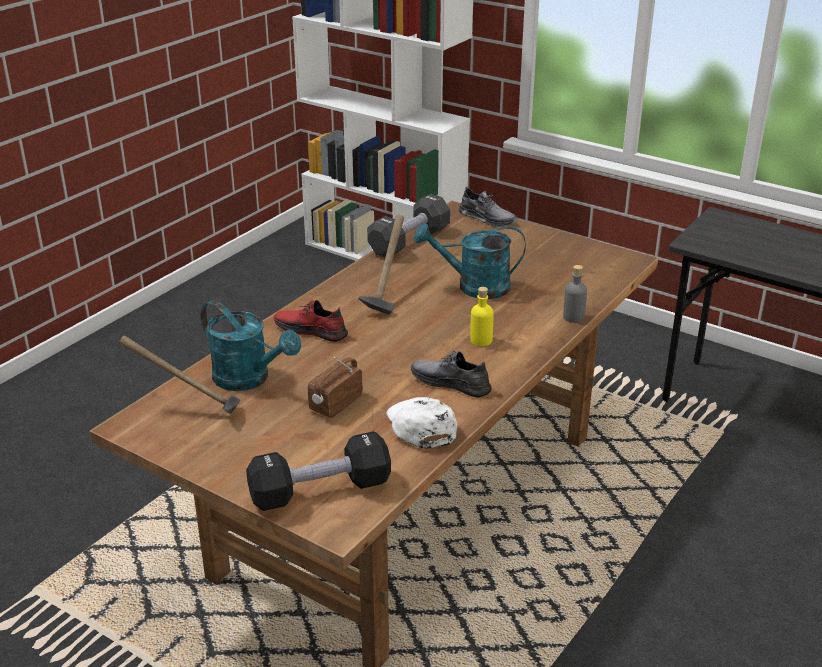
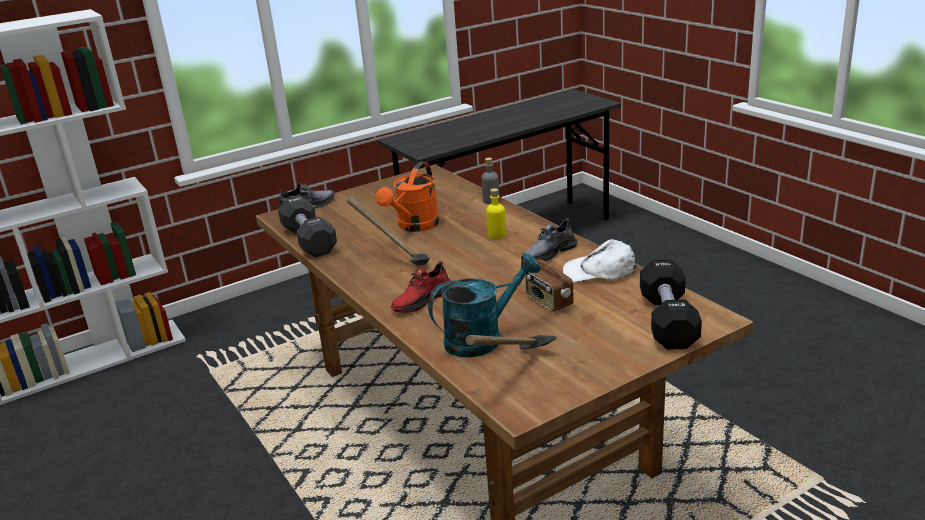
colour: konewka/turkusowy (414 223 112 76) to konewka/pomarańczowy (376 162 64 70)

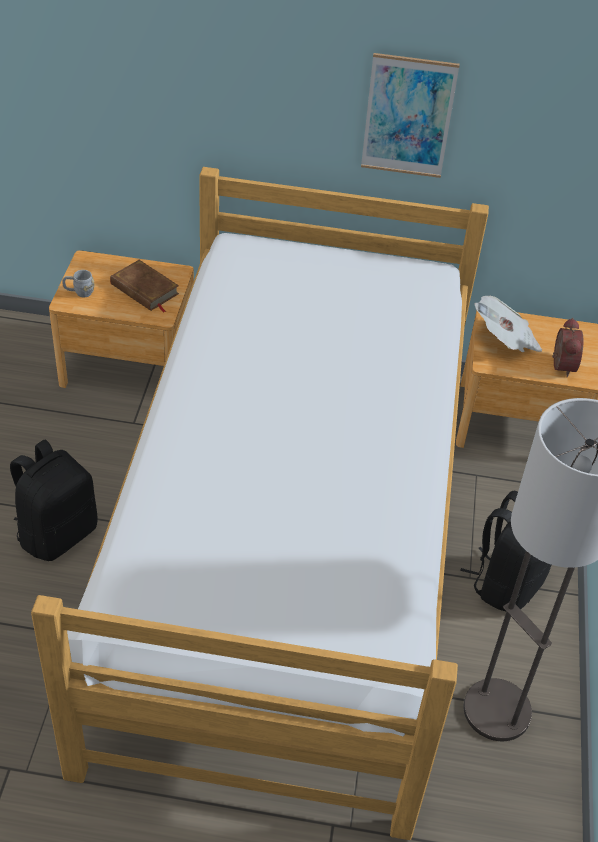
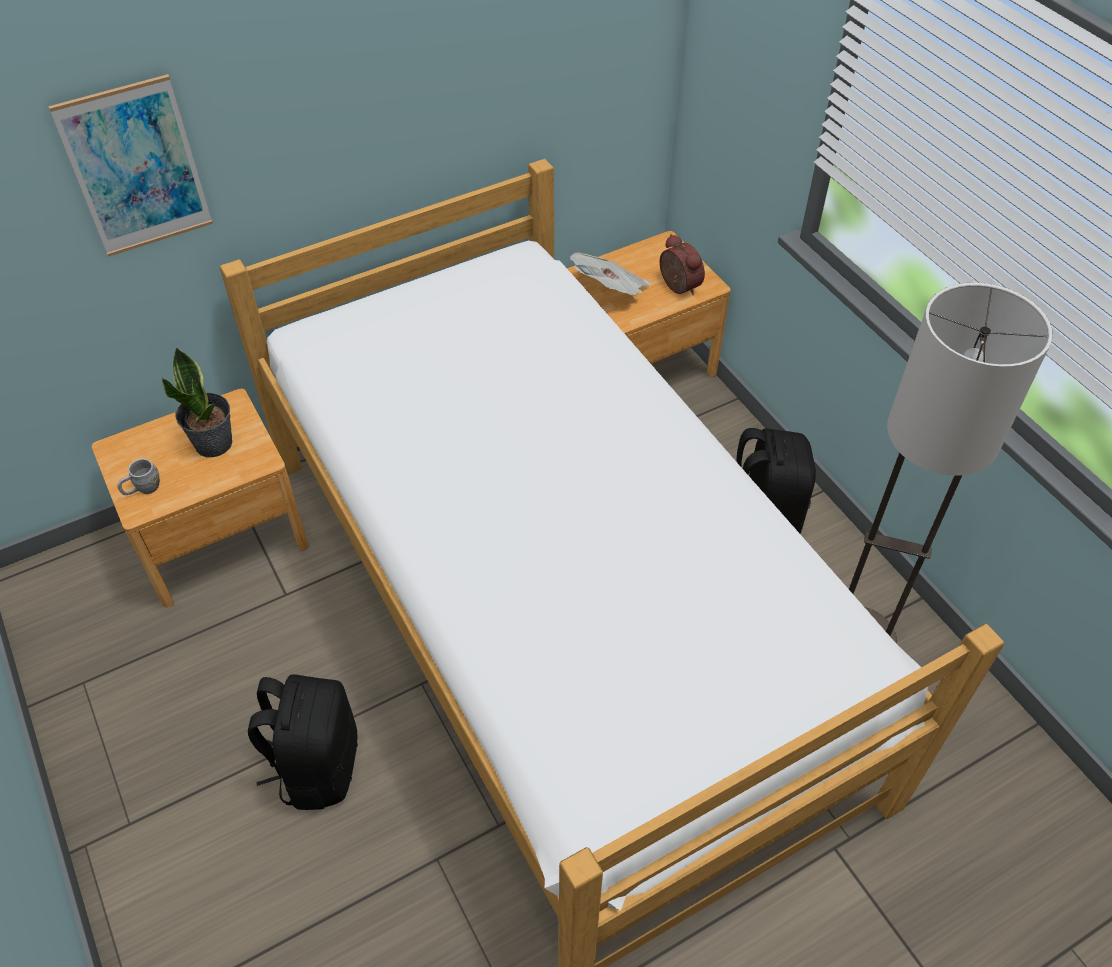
relocated: obraz (361 53 99 125) to (48 74 165 183)
exchanged: książka/brązowy (110 260 69 52) to roślina doniczkowa (162 347 70 111)

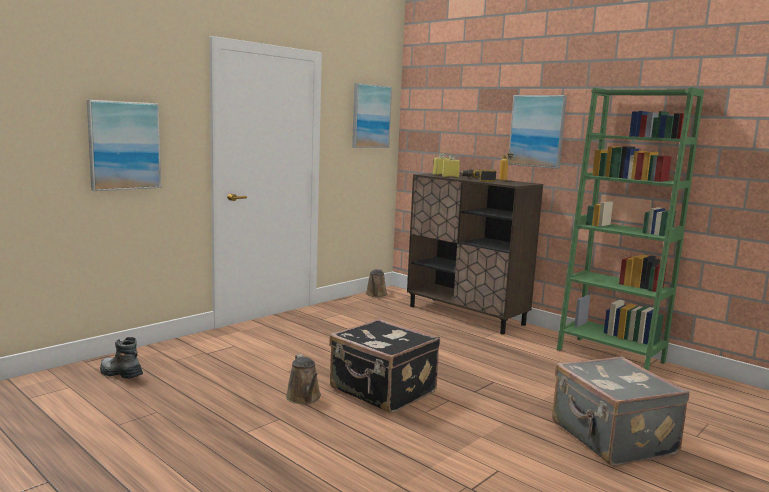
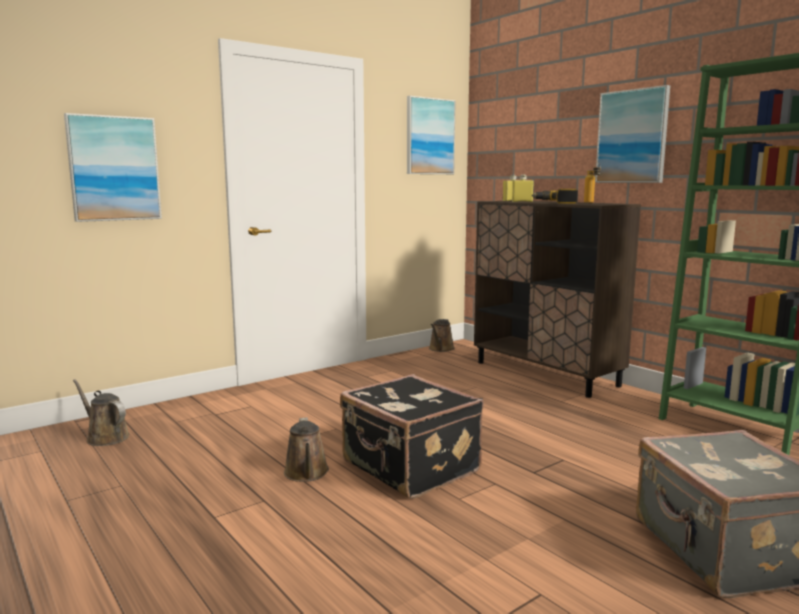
exchanged: but z cholewką (100 337 43 42) to konewka/brązowy (73 379 56 67)

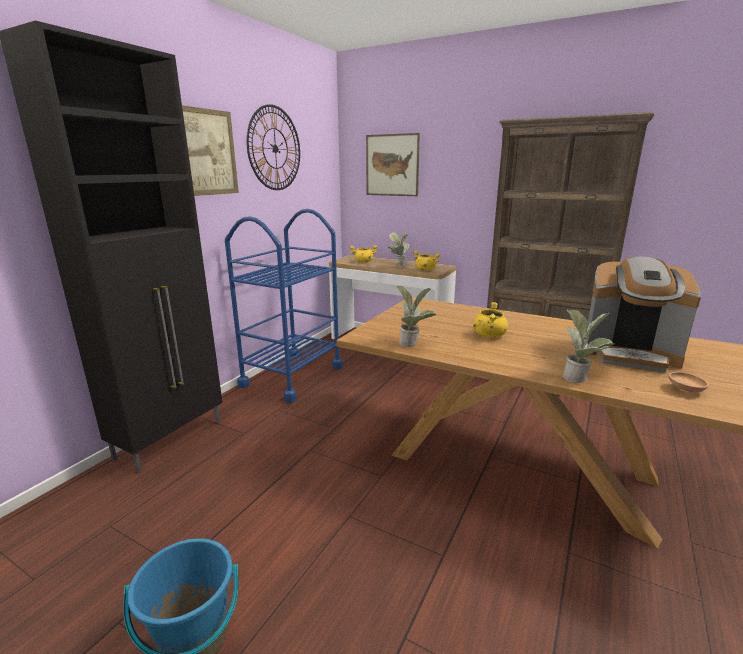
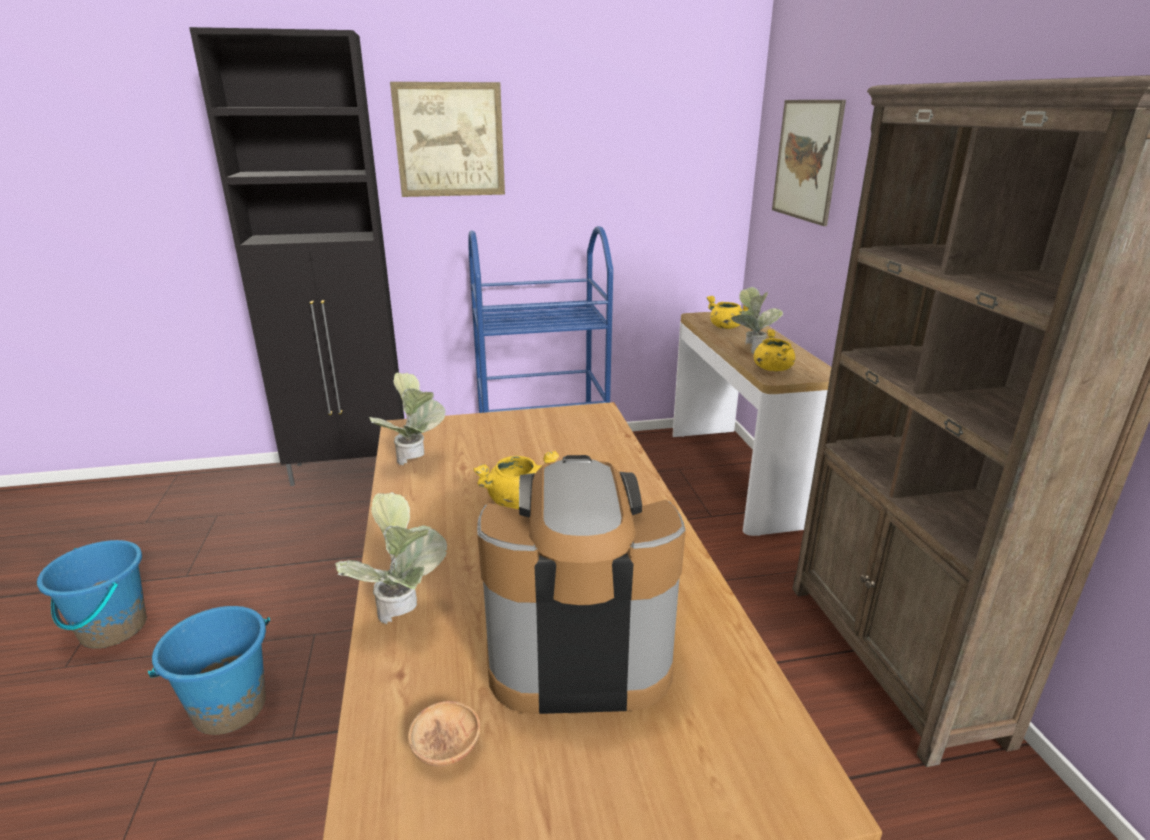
missing: zegar ścienny (246 104 54 86)
appeared: wiadro/niebieski (148 606 122 129)
spun: ekspres do kawy (587 257 114 115) = (477 455 209 259) 105 degrees clockwise

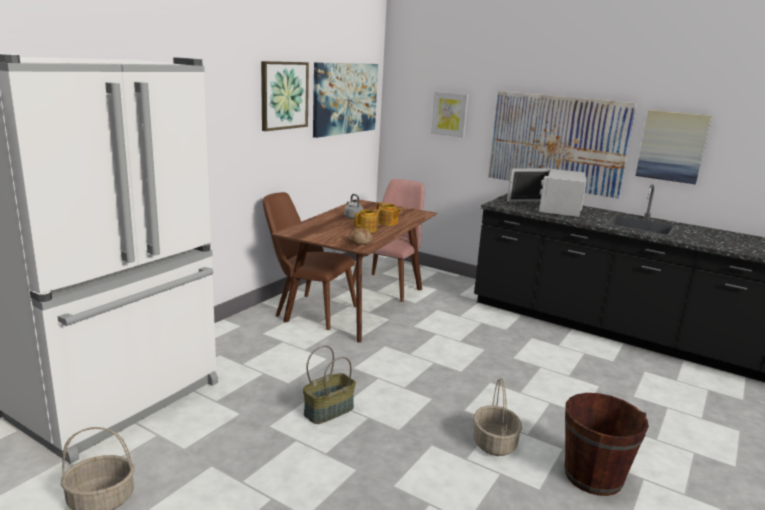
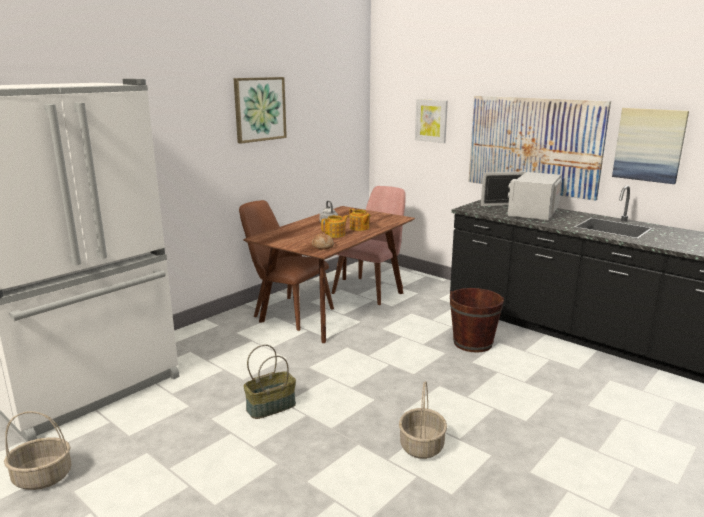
missing: obraz (313 62 65 76)
relocated: wiadro/brązowy (565 393 84 103) to (450 288 54 65)

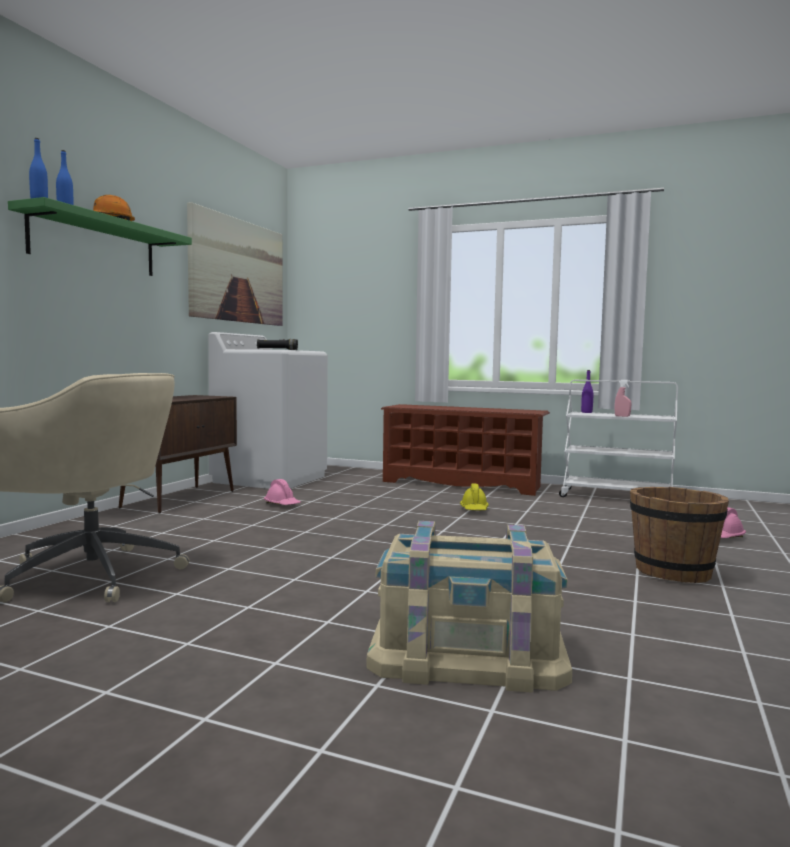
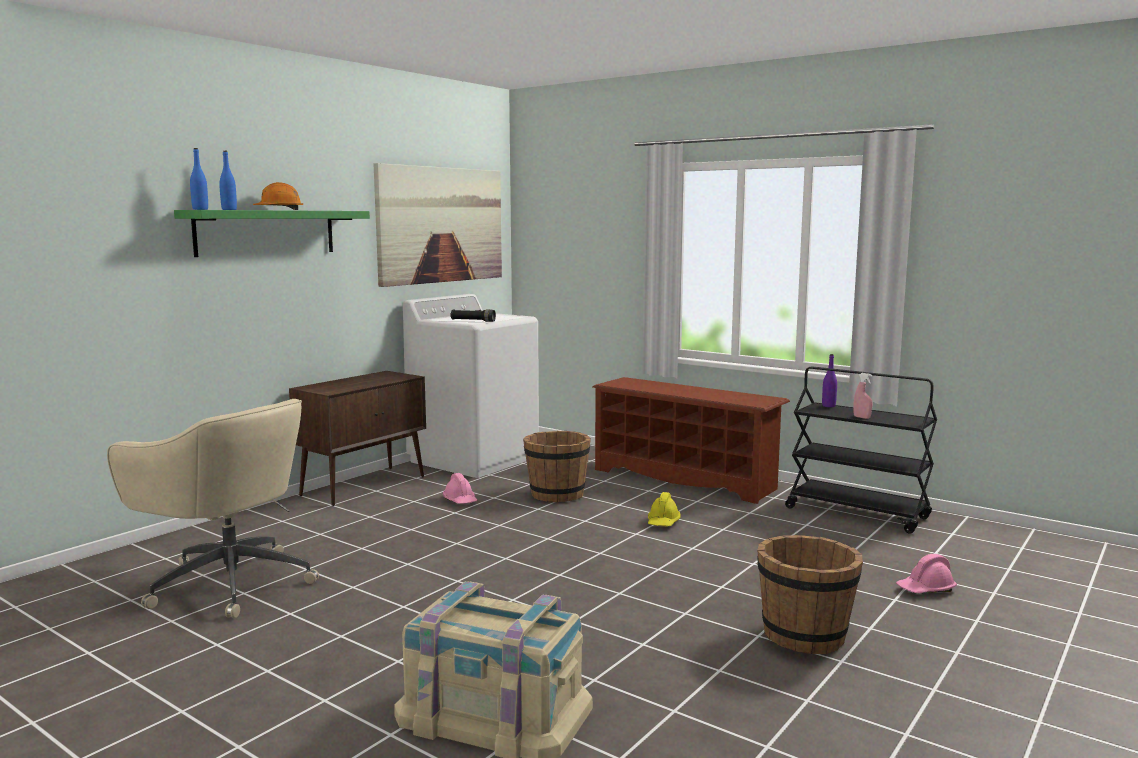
appeared: wiadro/brązowy (523 431 68 71)
colour: wózek/biały (559 380 119 117) to wózek/czarny (785 366 152 168)

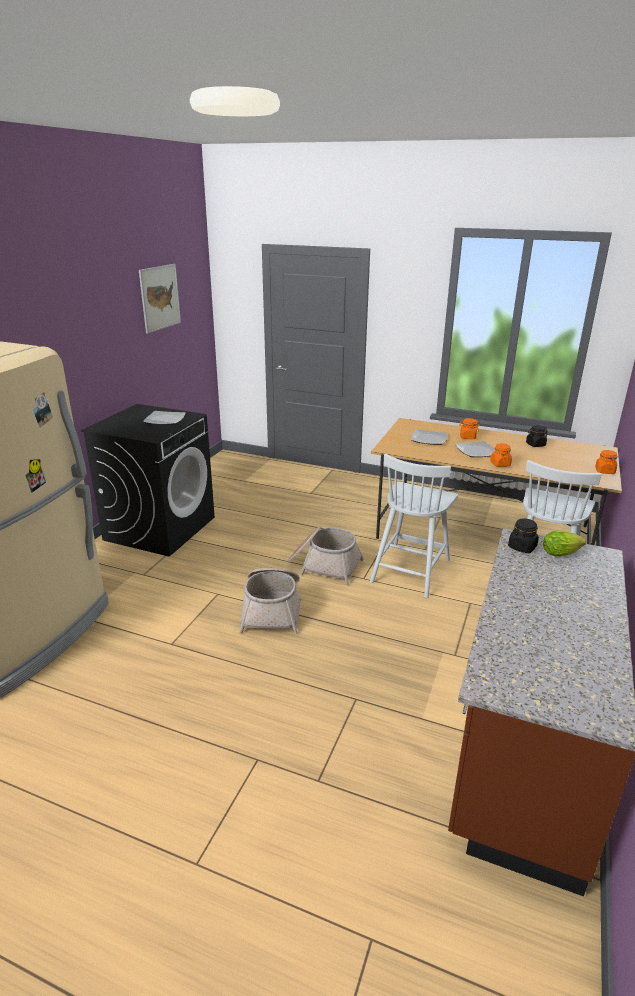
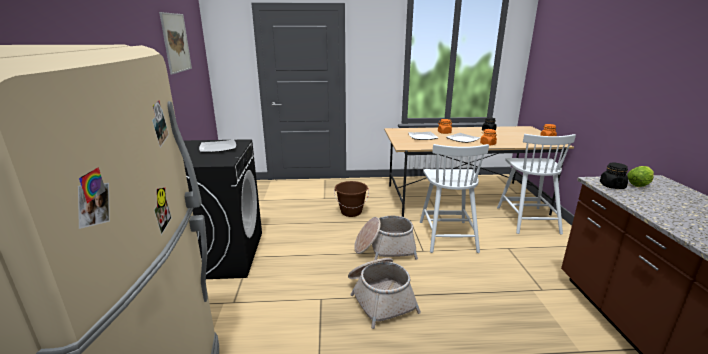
appeared: wiadro/brązowy (334 181 35 36)

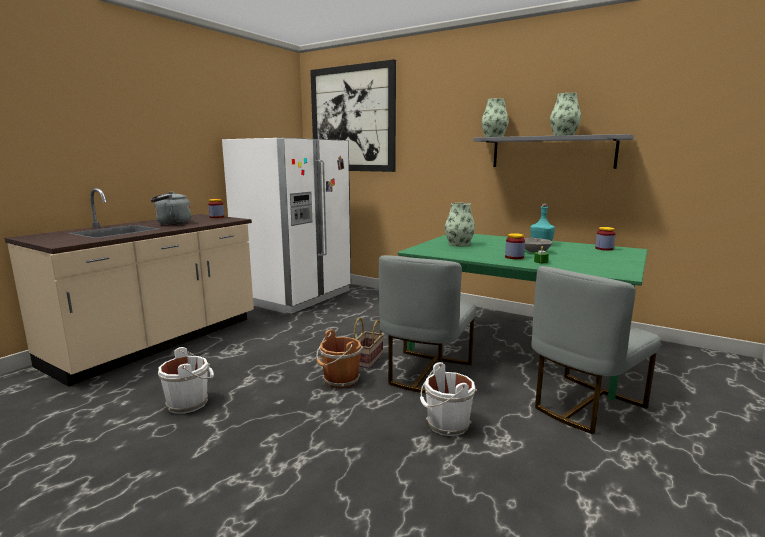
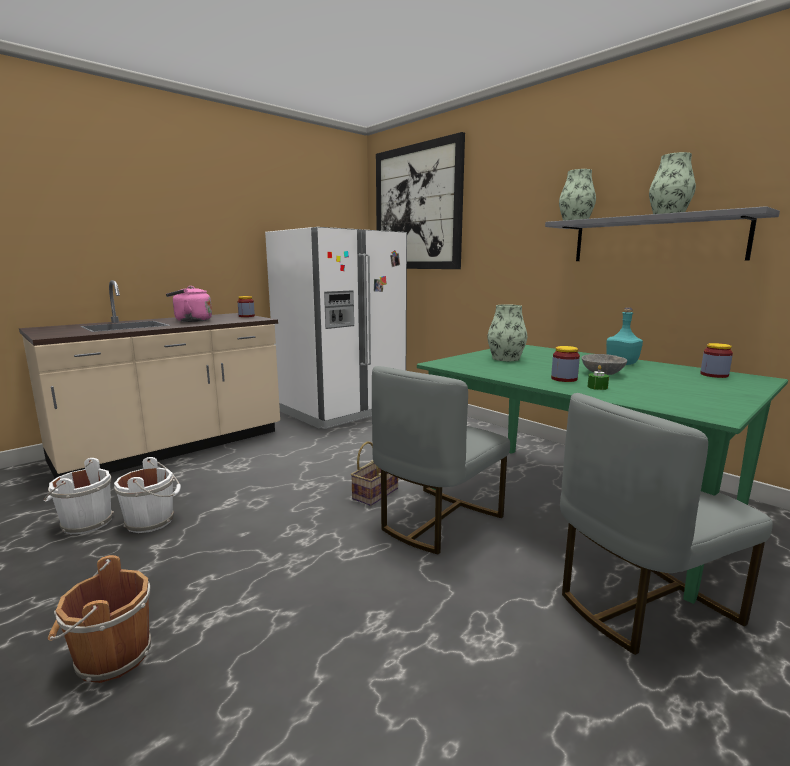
relocated: wiadro/biały (420 362 57 74) to (44 458 70 76); wiadro/brązowy (316 329 47 59) to (48 555 103 128)
colour: czajnik/szary (151 191 40 34) to czajnik/różowy (166 286 46 36)

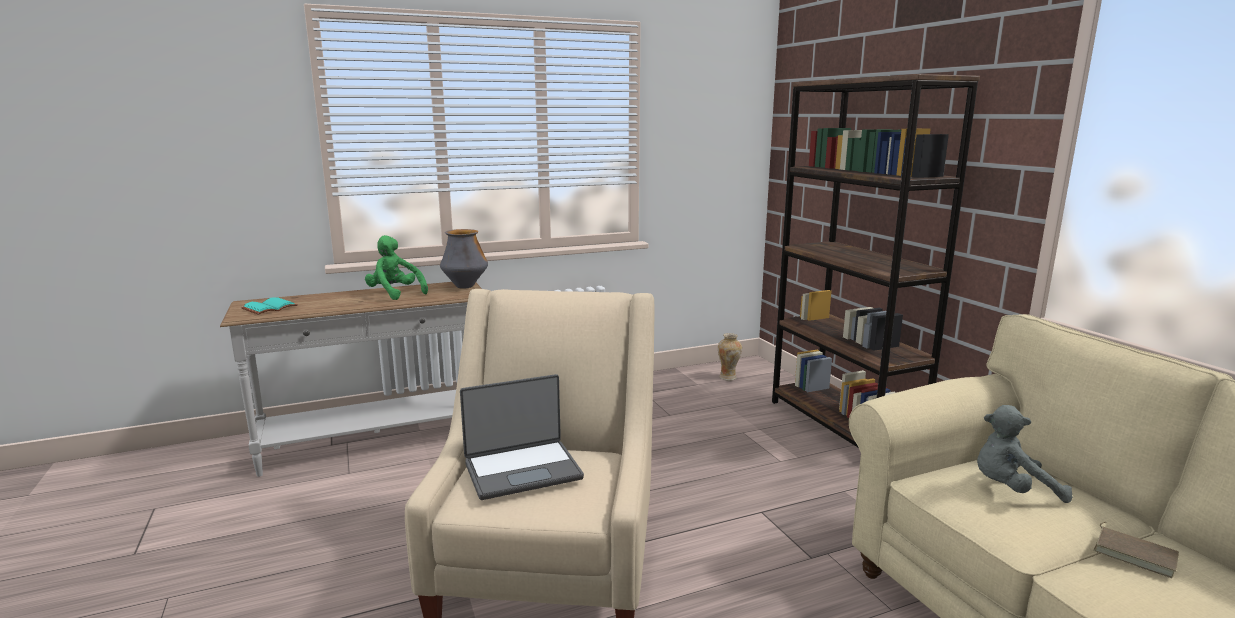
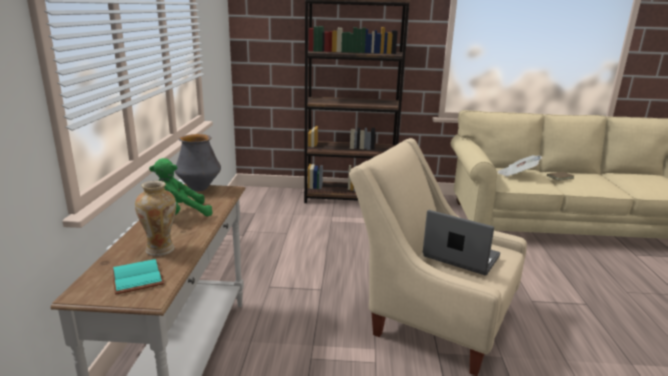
relocated: wazon (718 333 24 48) to (135 181 41 75)
exchanged: pluszak/szary (977 405 95 98) to gazeta (498 155 44 22)
spun: laptop (460 374 124 126) = (423 210 77 66) 60 degrees counterclockwise

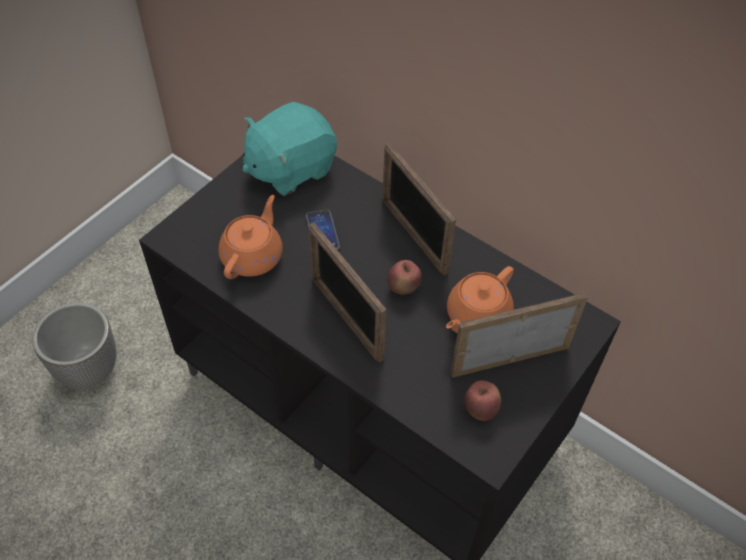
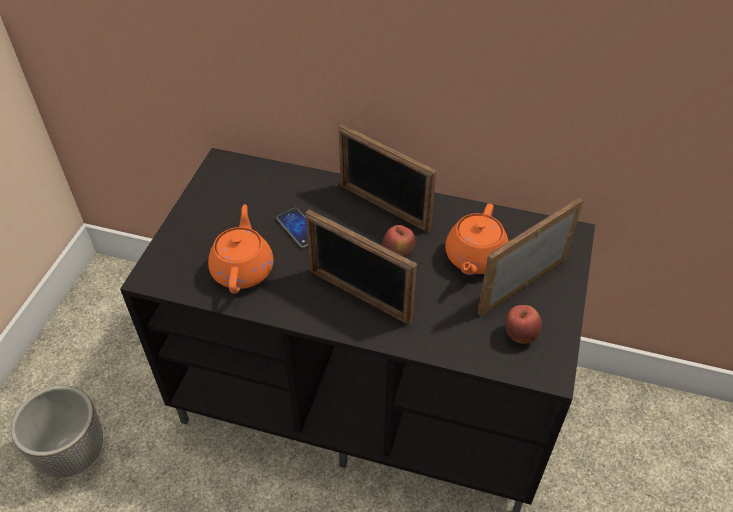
missing: pluszak/turkusowy (243 102 94 94)

